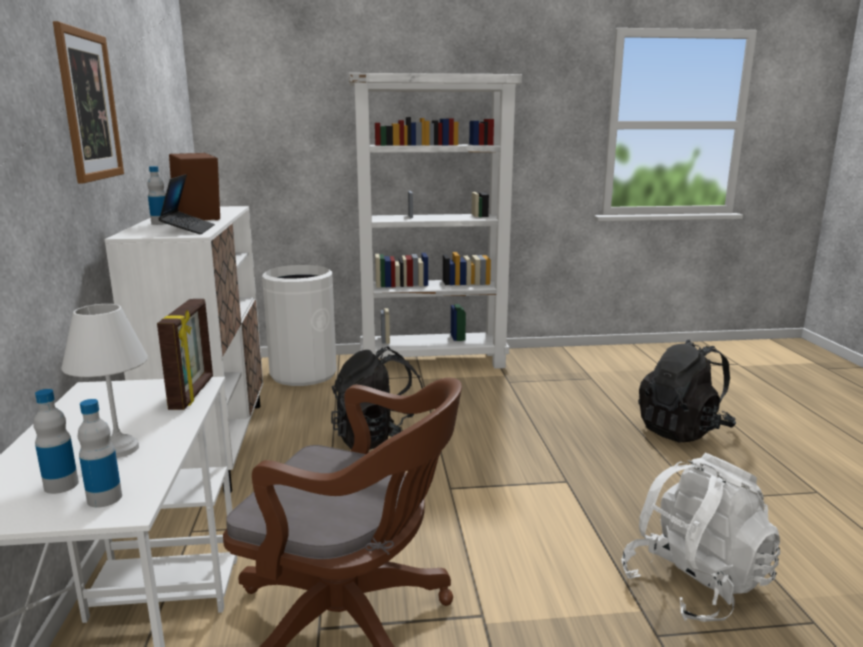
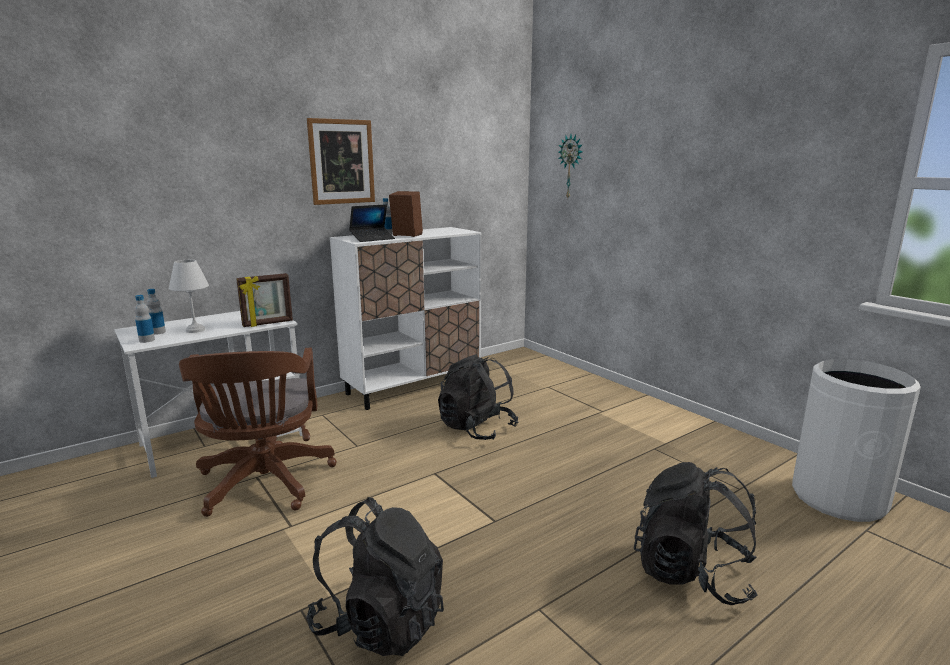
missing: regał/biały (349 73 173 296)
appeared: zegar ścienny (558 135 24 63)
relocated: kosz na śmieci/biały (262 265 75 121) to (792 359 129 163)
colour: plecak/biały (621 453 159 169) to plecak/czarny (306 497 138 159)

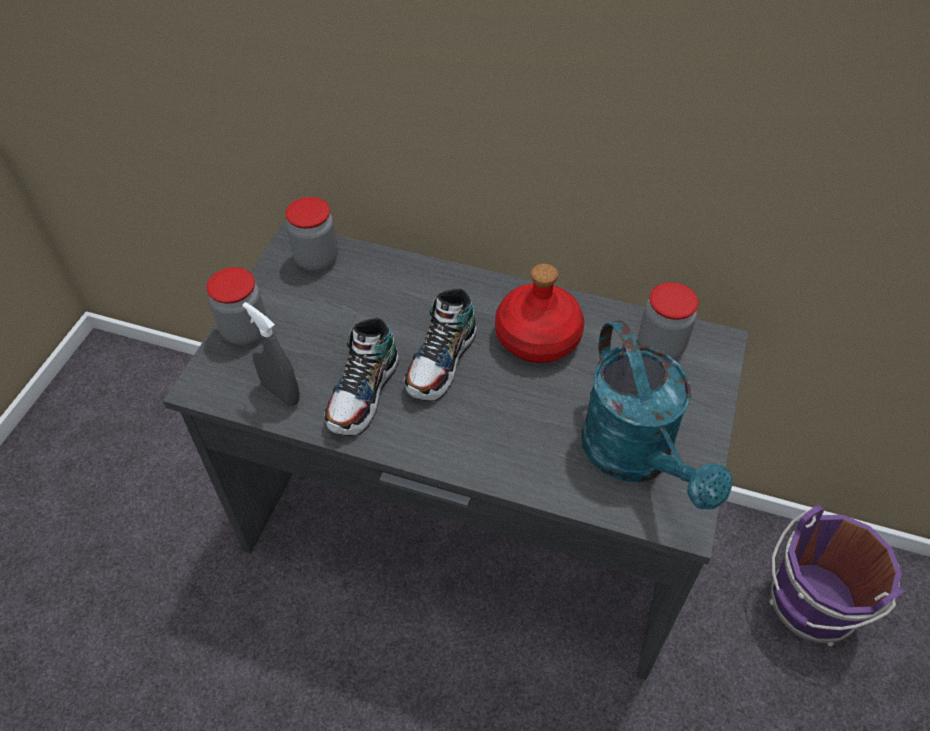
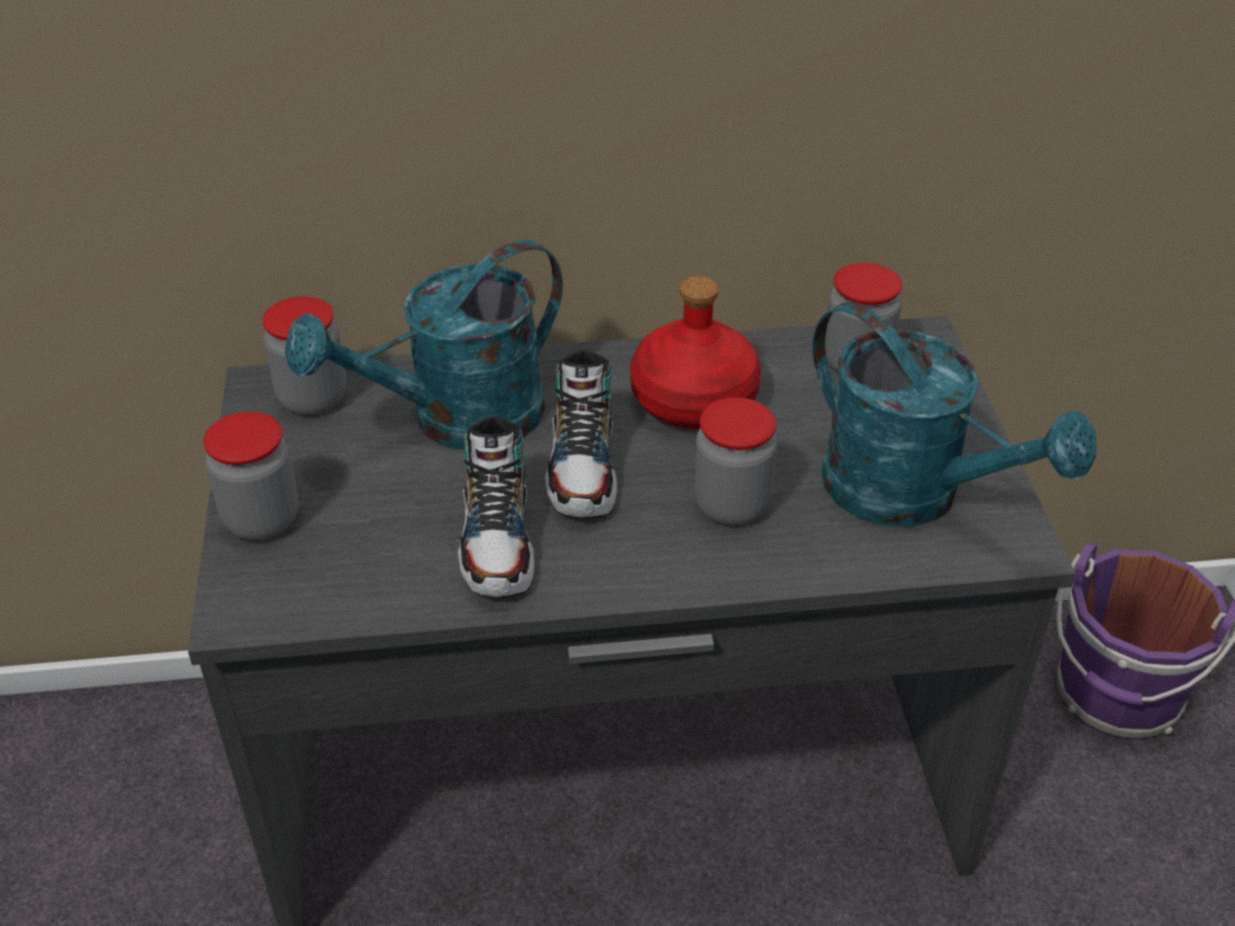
missing: spryskiwacz/szary (243 302 57 104)
appeared: konewka/turkusowy (285 240 278 210); słoik (694 397 83 128)

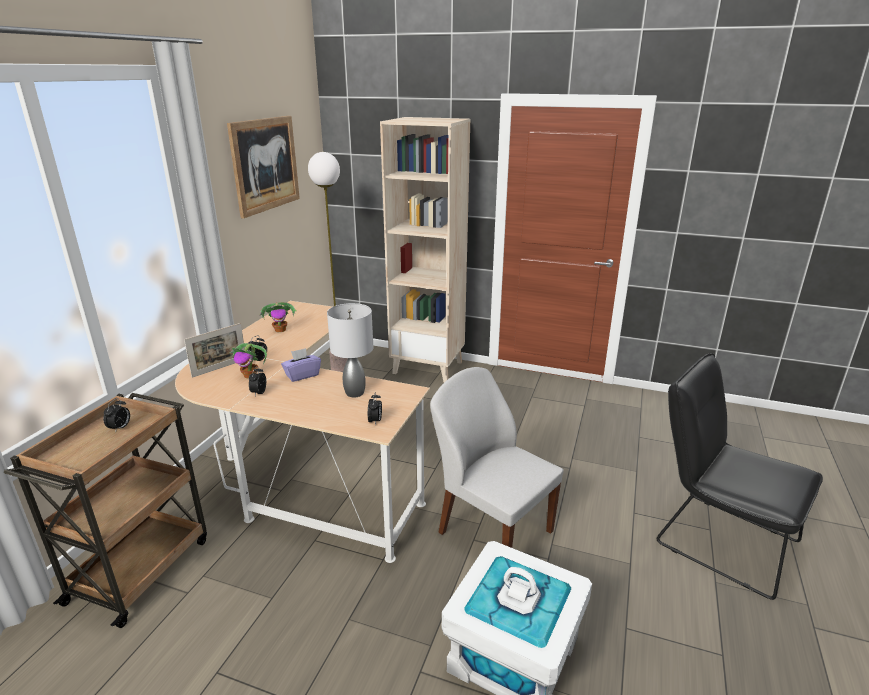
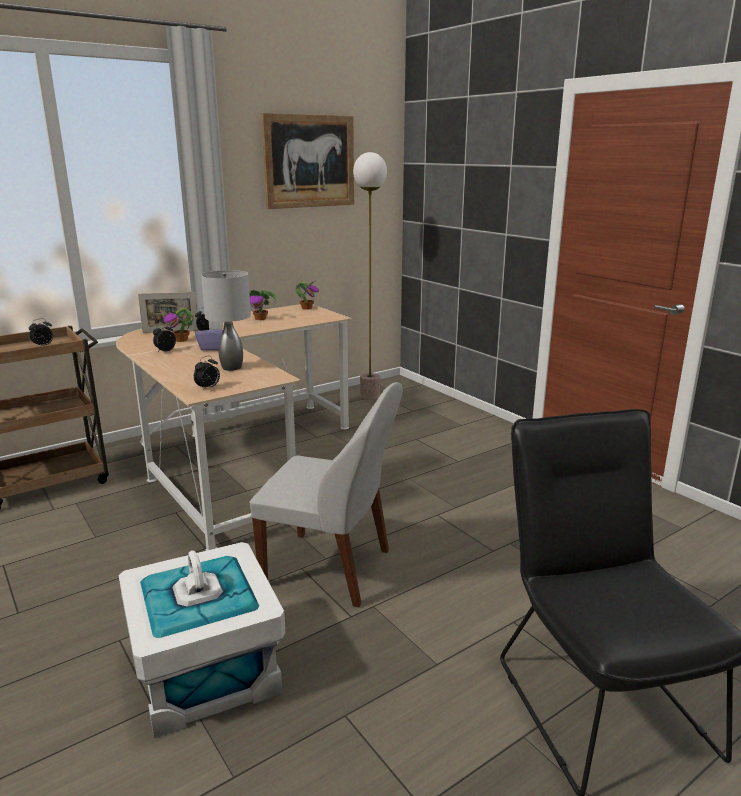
missing: regał/beżowy (380 117 90 265)
appeared: roślina doniczkowa (296 280 23 30)
spun: krzesło/biały (430 367 134 181) = (250 382 153 225) 120 degrees clockwise

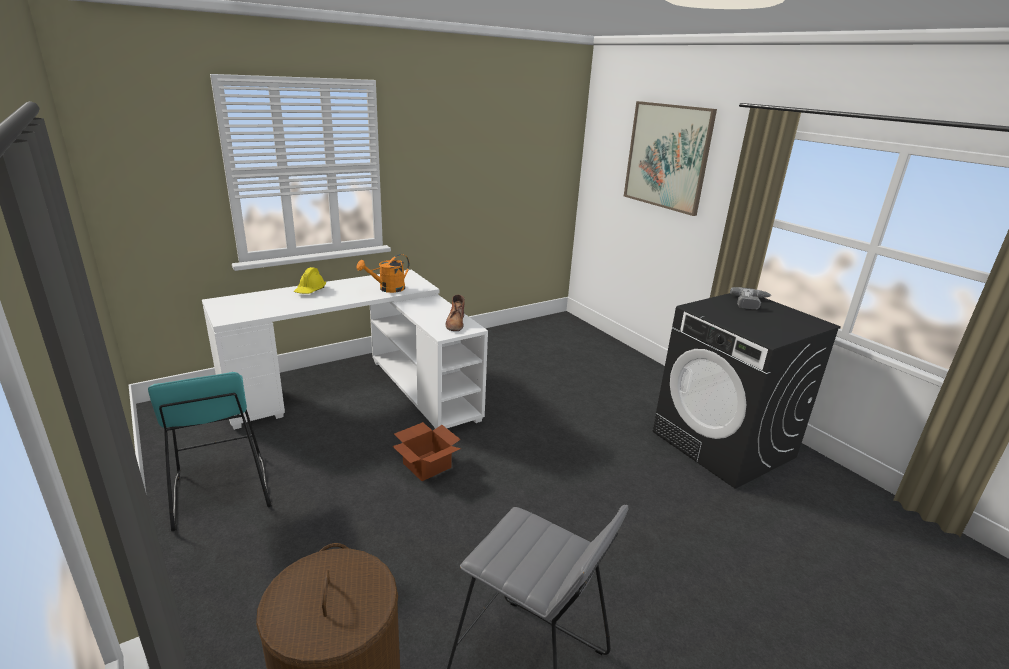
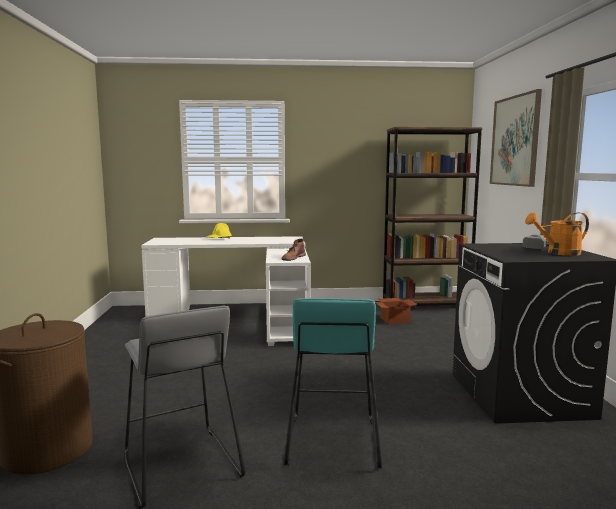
appeared: regał/brązowy (383 127 99 179)
relocated: stołek/turkusowy (148 372 124 159) to (284 298 98 170); karton (392 422 69 59) to (375 298 42 26); konewka/pomarańczowy (356 254 54 39) to (525 212 64 44)

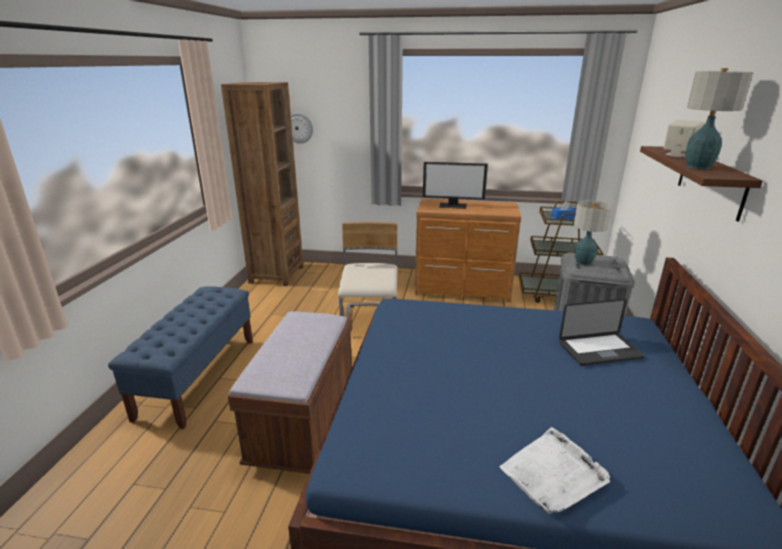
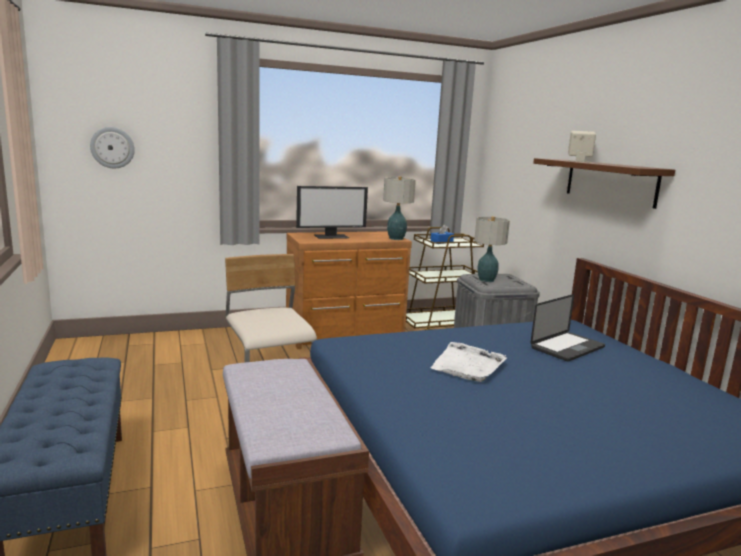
missing: regał/brązowy (221 82 82 204)
relocated: lampa stołowa (685 68 68 101) to (383 176 33 64); taca/biały (499 427 111 87) to (431 342 76 40)

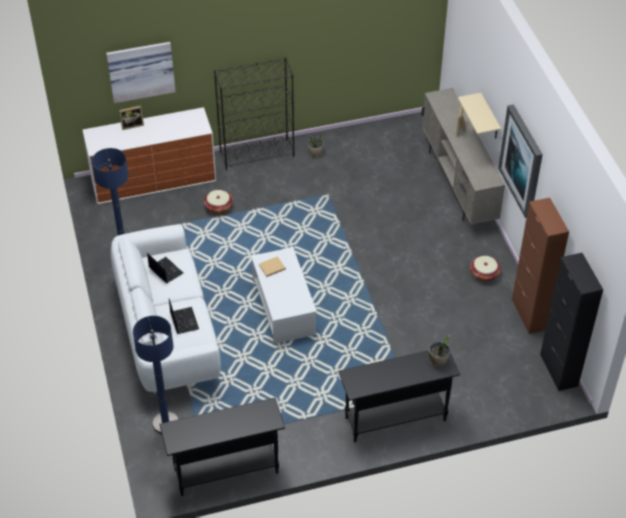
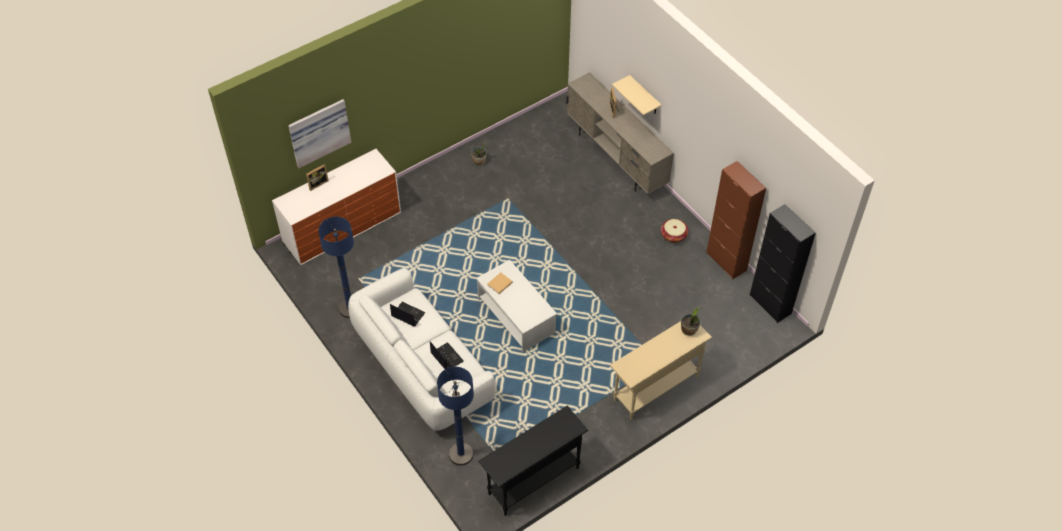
missing: koszyk (204 190 29 24); regał/czarny (214 58 81 112); obraz (498 104 45 114)
colour: stolik konsolowy/czarny (338 350 122 92) to stolik konsolowy/beżowy (610 321 102 99)

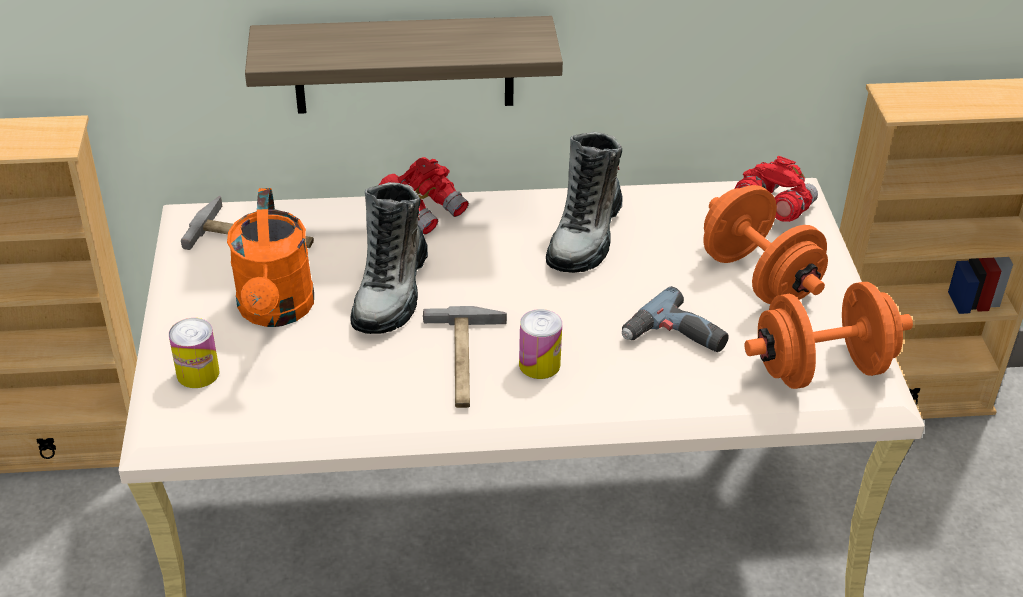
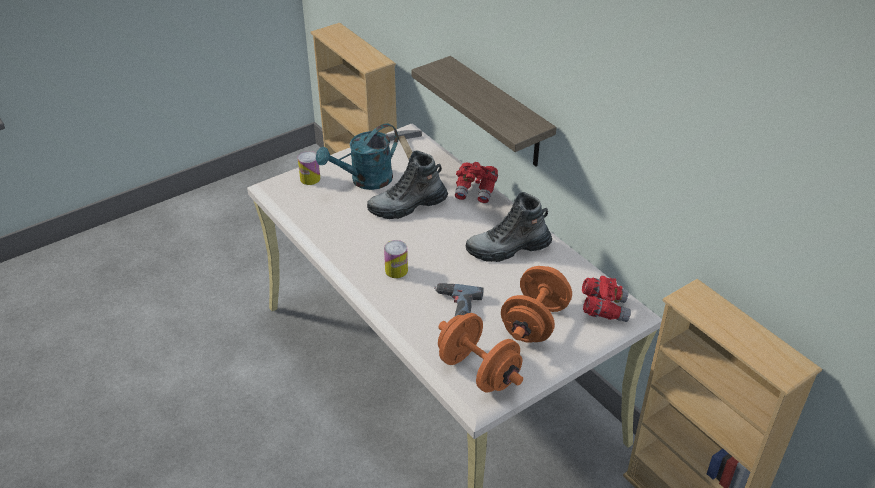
missing: młotek (423 306 84 102)
colour: konewka/pomarańczowy (227 188 87 139) to konewka/turkusowy (316 123 82 67)

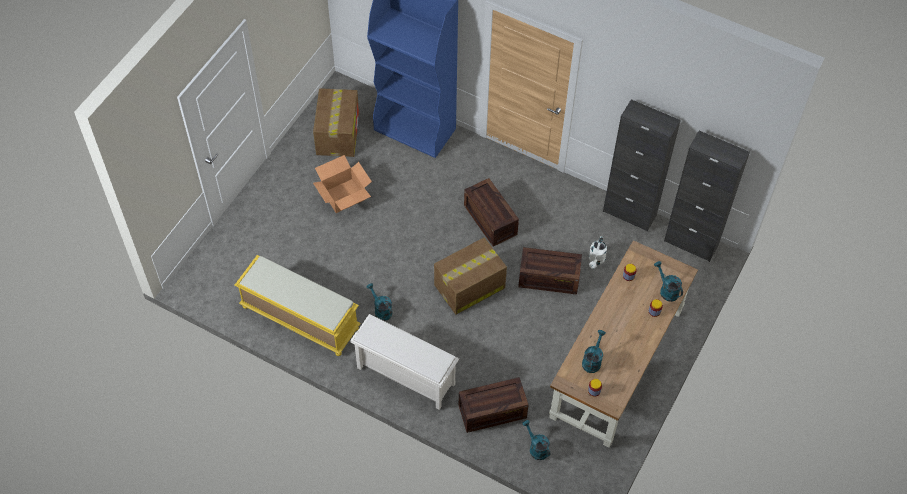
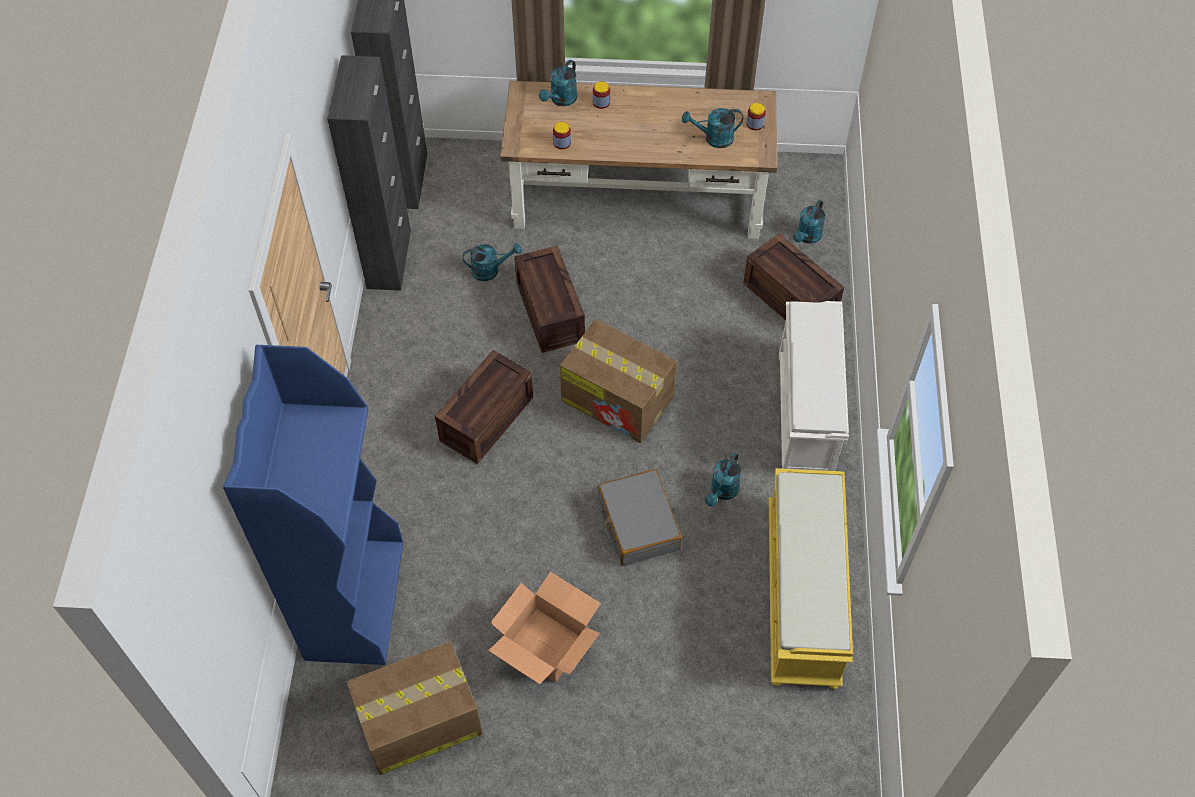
appeared: walizka/szary (597 469 85 97)
colour: konewka/biały (589 236 18 33) to konewka/turkusowy (463 243 59 38)

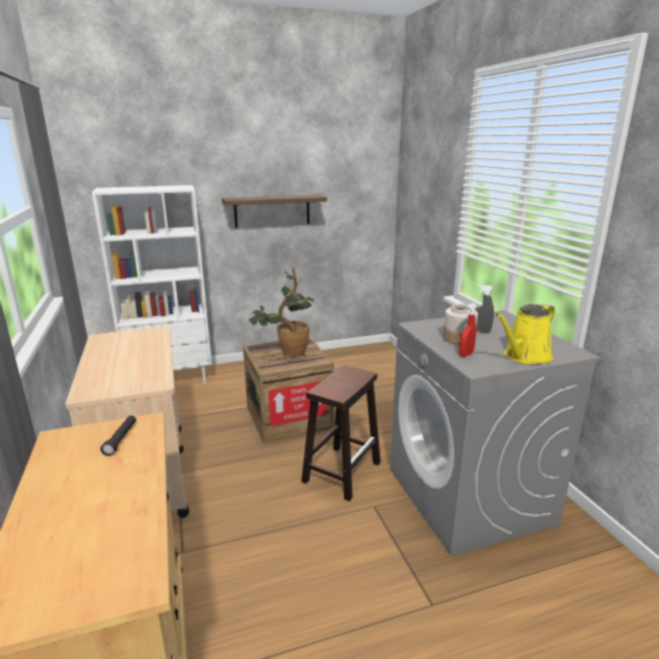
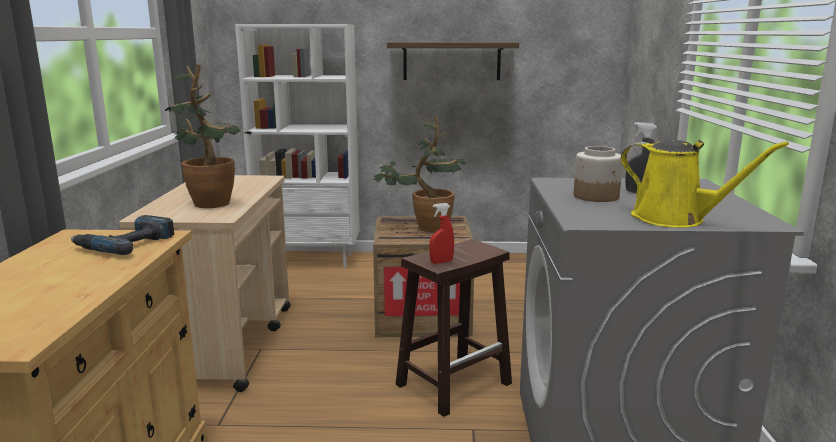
appeared: roślina doniczkowa (165 64 87 144)
relocated: spryskiwacz/czerwony (459 303 18 54) to (429 203 25 61)
exchanged: latarka/czarny (100 416 36 40) to wiertarka (71 215 103 40)
spun: konewka/żółty (495 304 60 60) = (621 140 168 88) 120 degrees counterclockwise

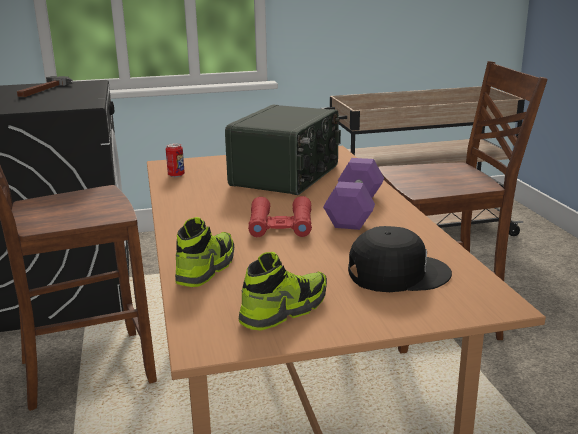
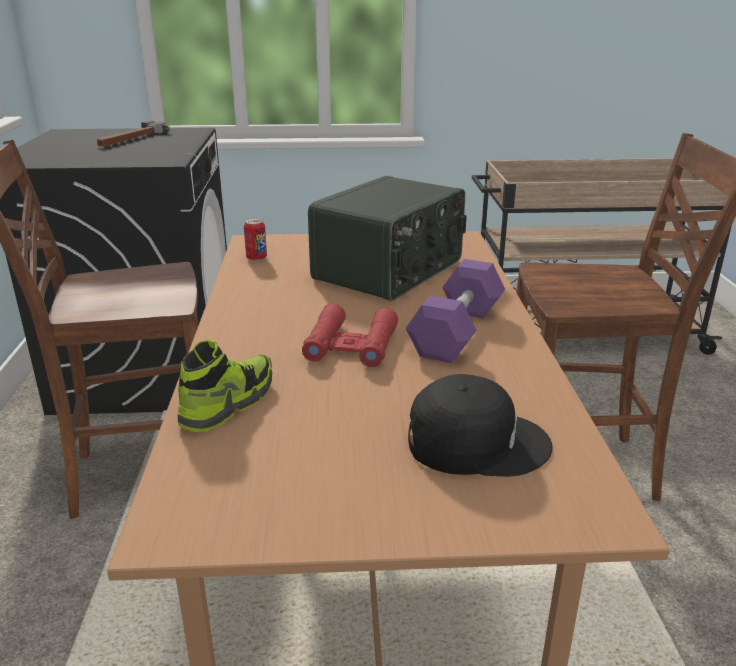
missing: but (239 252 88 78)

